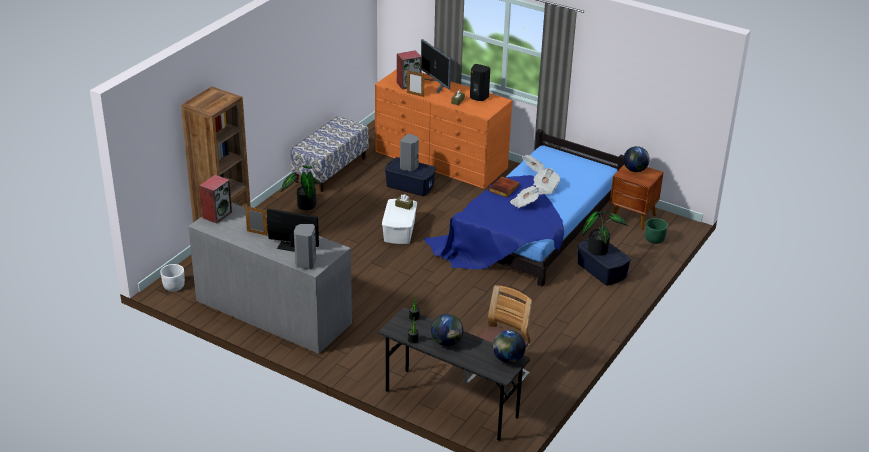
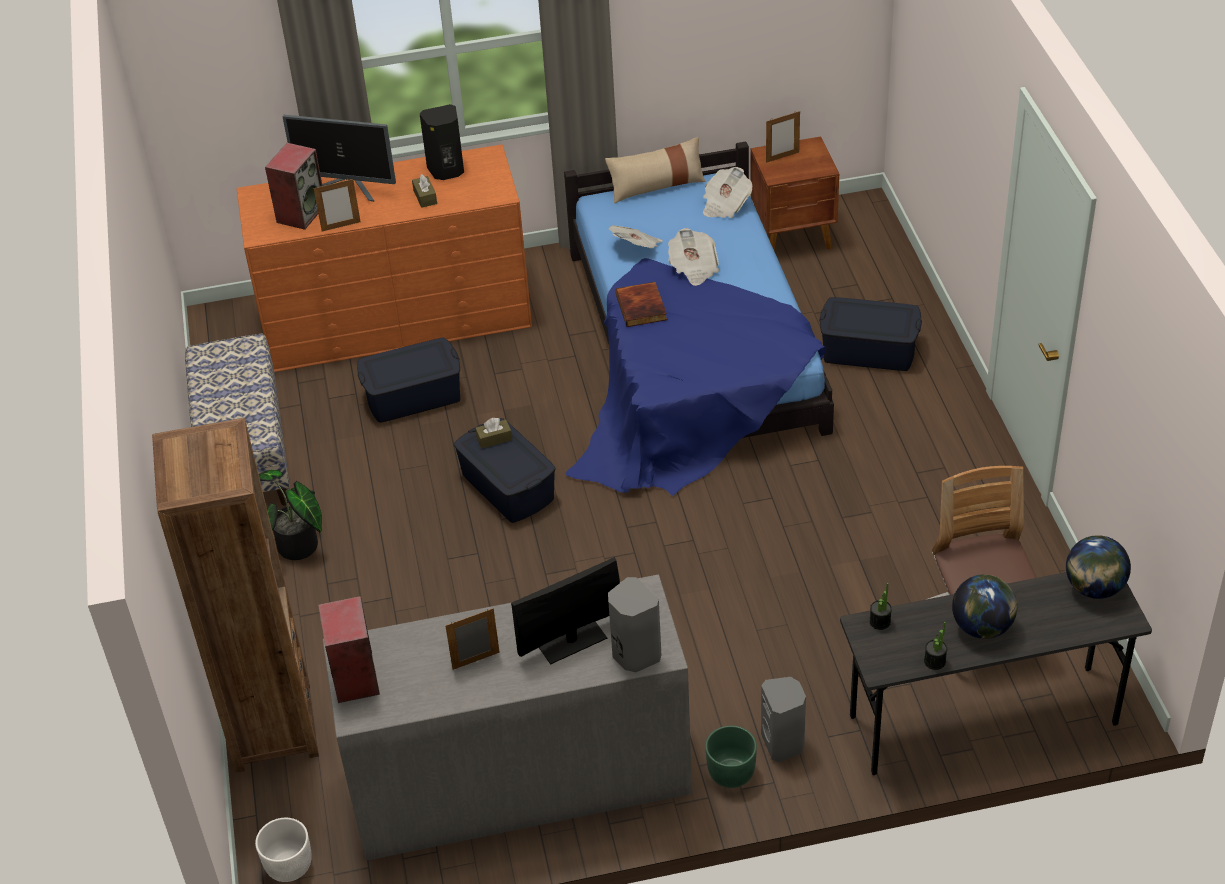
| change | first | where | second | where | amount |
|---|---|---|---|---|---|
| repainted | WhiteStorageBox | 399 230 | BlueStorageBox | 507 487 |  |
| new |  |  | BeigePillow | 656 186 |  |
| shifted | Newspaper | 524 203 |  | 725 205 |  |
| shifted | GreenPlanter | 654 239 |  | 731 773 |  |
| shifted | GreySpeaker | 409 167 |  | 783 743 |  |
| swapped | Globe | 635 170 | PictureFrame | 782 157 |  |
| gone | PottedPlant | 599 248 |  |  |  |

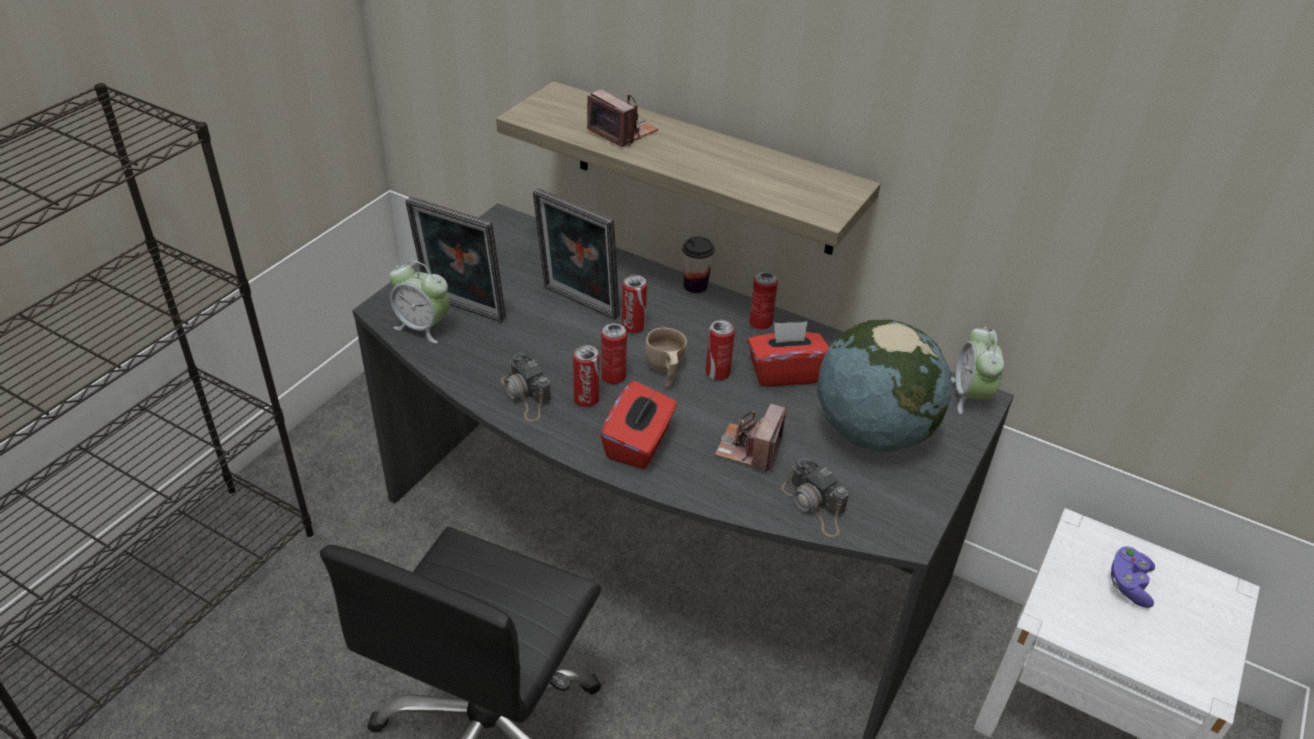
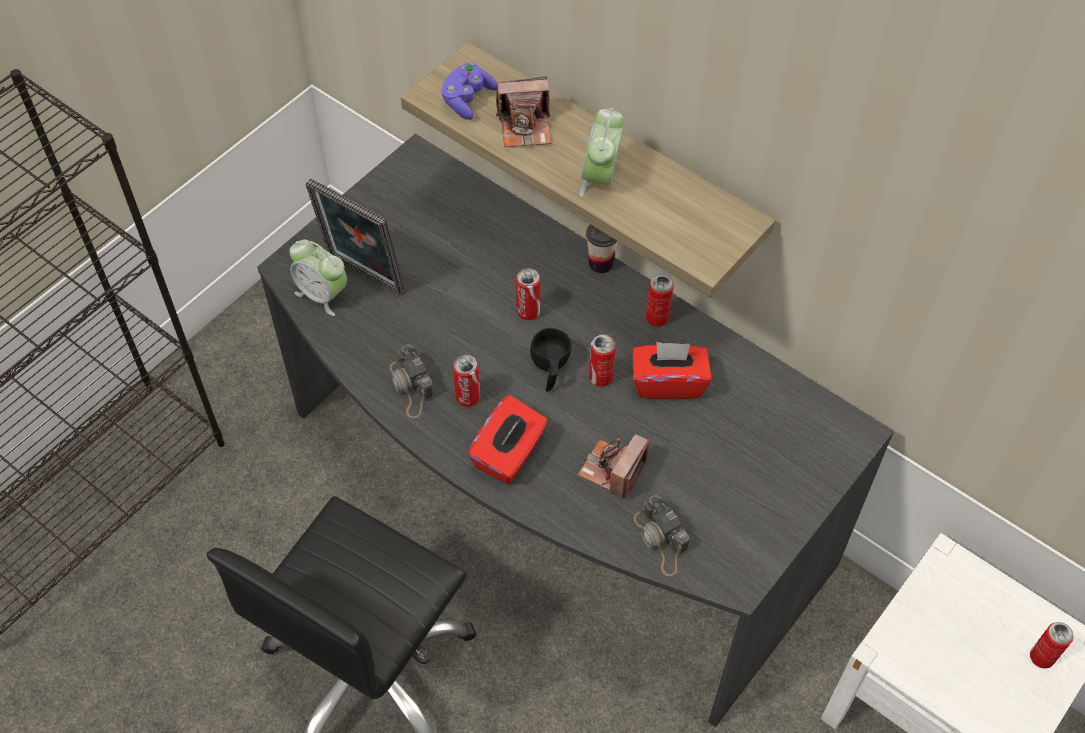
| change | first | where | second | where | amount |
|---|---|---|---|---|---|
| shifted | PurpleGameController | 1128 584 |  | 467 99 |  |
| rotated | PhotoCamera | 622 132 |  | 525 127 | 120 degrees clockwise |
| repainted | BeigeCup | 665 370 | BlackCup | 549 369 |  |
| shifted | AlarmClock | 970 396 |  | 600 178 |  |
| shifted | Can | 613 377 |  | 1041 657 |  |
| gone | PictureFrame | 577 304 |  |  |  |
| gone | Globe | 872 432 |  |  |  |

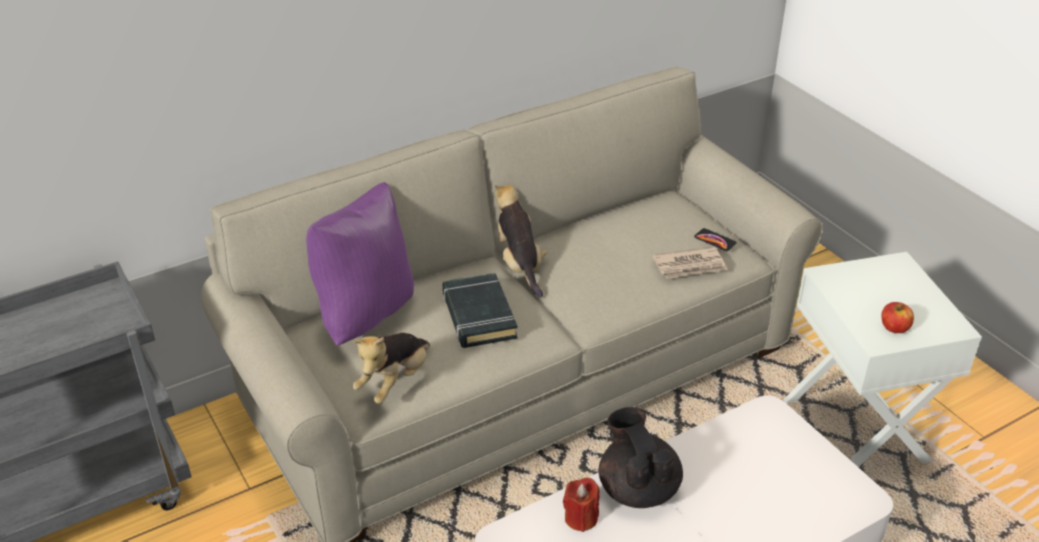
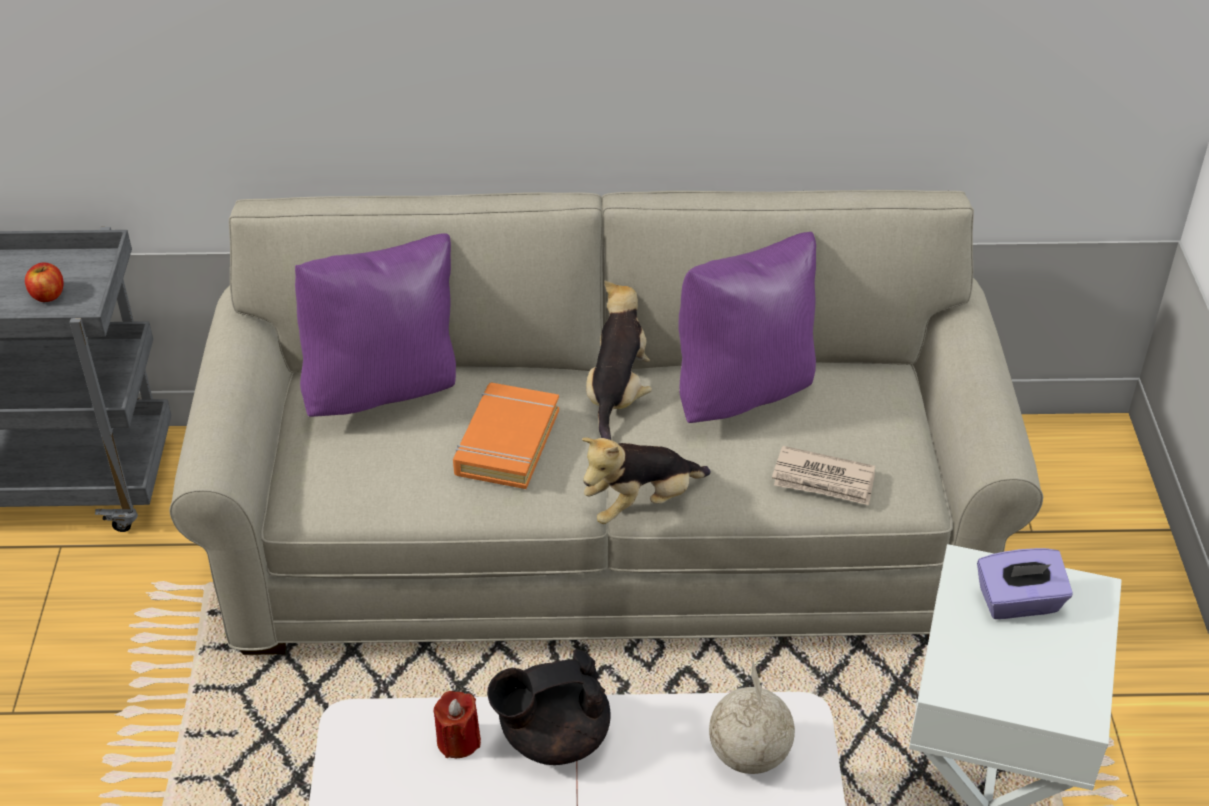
| change | first | where | second | where | amount |
|---|---|---|---|---|---|
| shifted | Apple | 894 328 |  | 48 295 |  |
| repainted | BlackBook | 478 316 | OrangeBook | 506 442 |  |
| rotated | BlackTeapot | 637 488 |  | 552 737 | 120 degrees counterclockwise |
| shifted | PlushToy | 394 382 |  | 641 503 |  |
| new |  |  | PurplePillow | 743 392 |  |
| new |  |  | Globe | 749 754 |  |
| new |  |  | PurpleTissueBox | 1019 602 |  |
| gone | Phone | 715 240 |  |  |  |

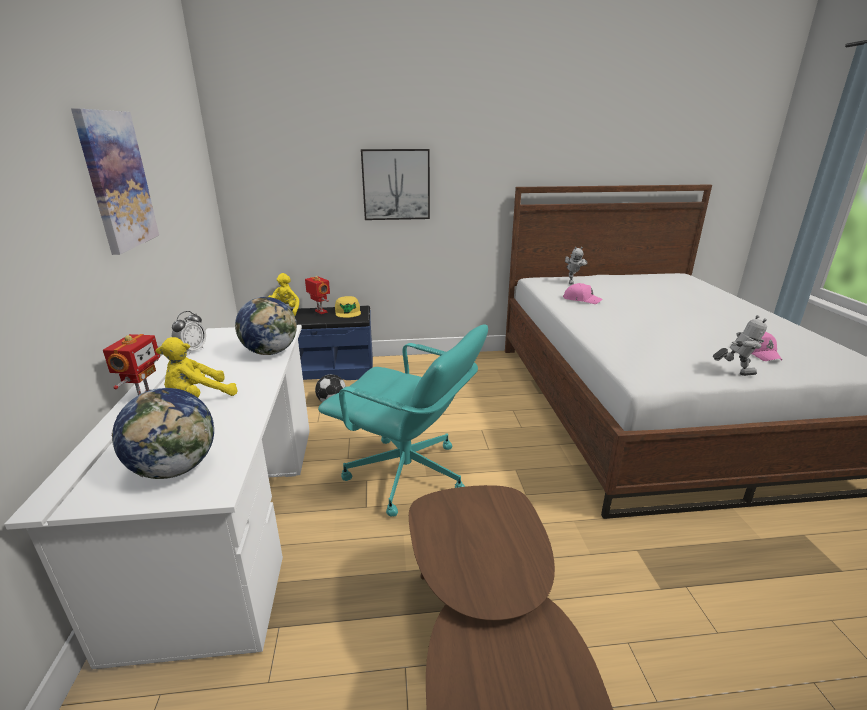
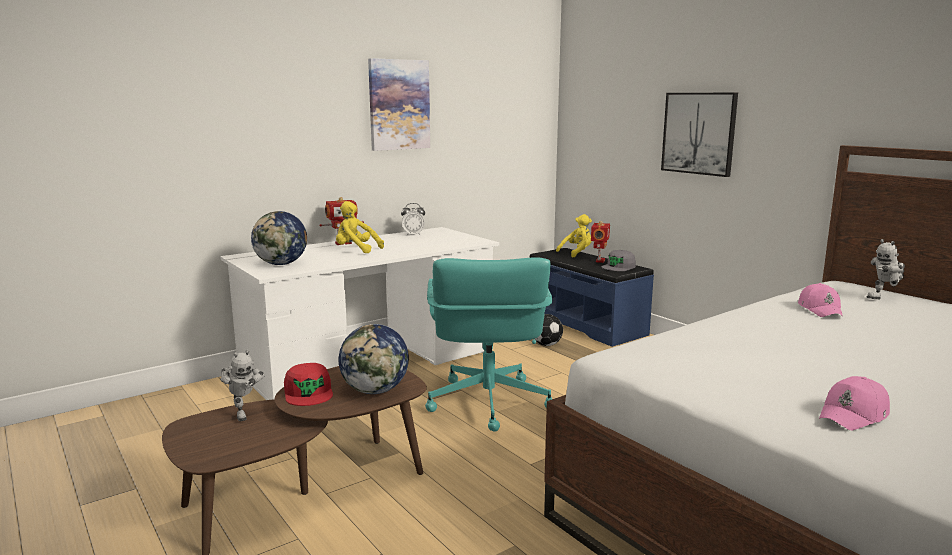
| change | first | where | second | where | amount |
|---|---|---|---|---|---|
| shifted | ToyRobot | 733 373 |  | 243 413 |  |
| new |  |  | RedCap | 309 392 |  |
| shifted | Globe | 271 352 |  | 375 391 |  |
| repainted | YellowCap | 348 312 | GreyCap | 619 267 |  |

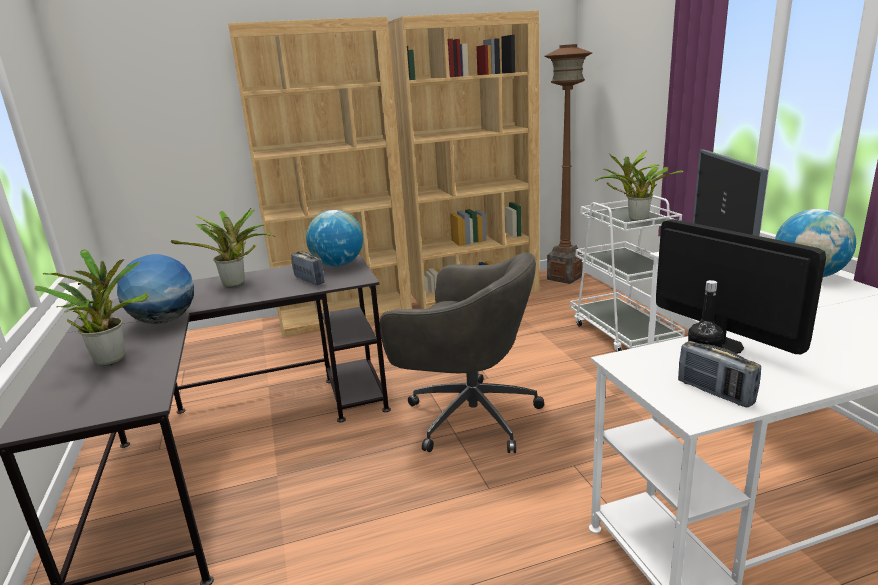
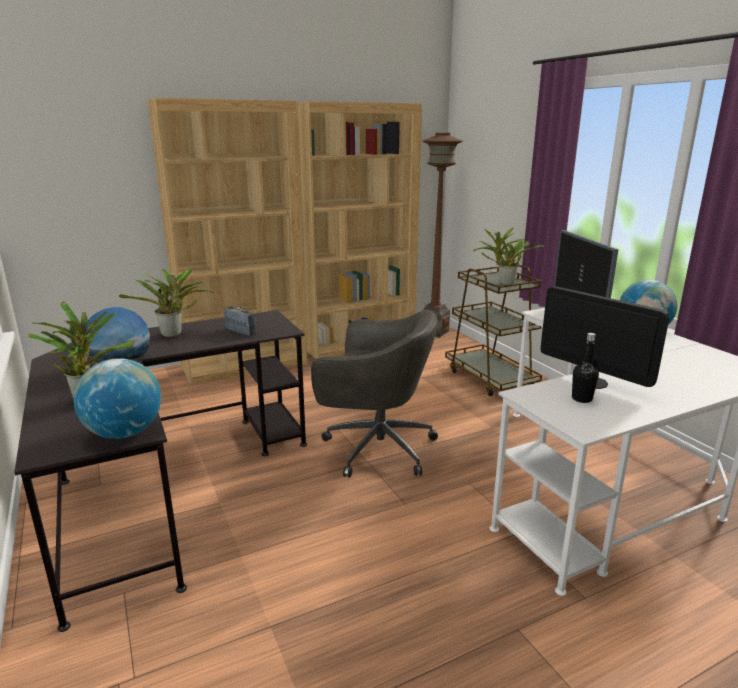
| change | first | where | second | where | amount |
|---|---|---|---|---|---|
| shifted | Globe | 338 265 |  | 124 433 |  |
| repainted | WhiteCart | 622 333 | BrownCart | 490 378 |  |
| gone | Radio | 715 392 |  |  |  |

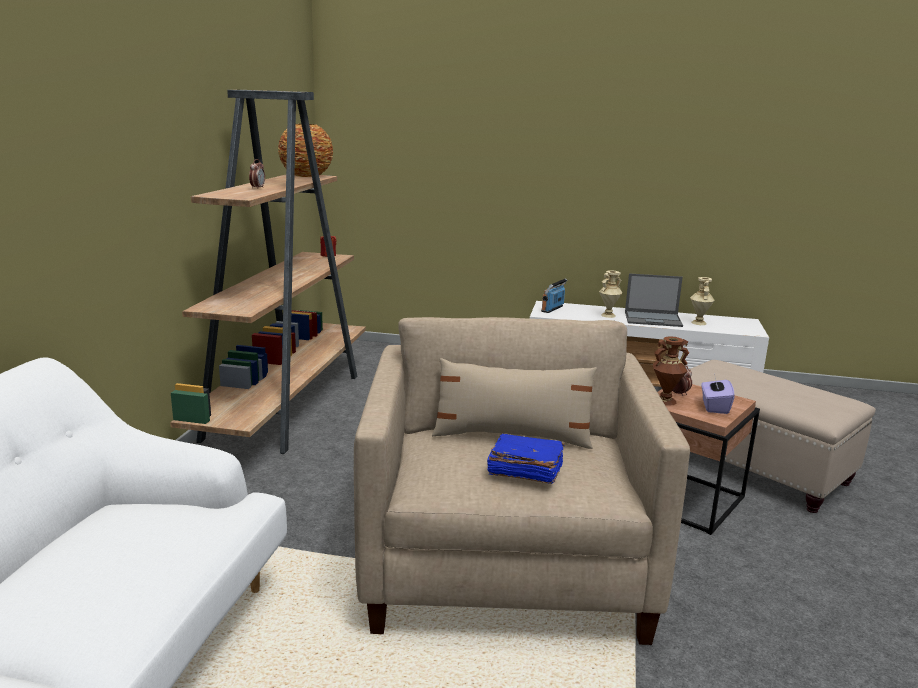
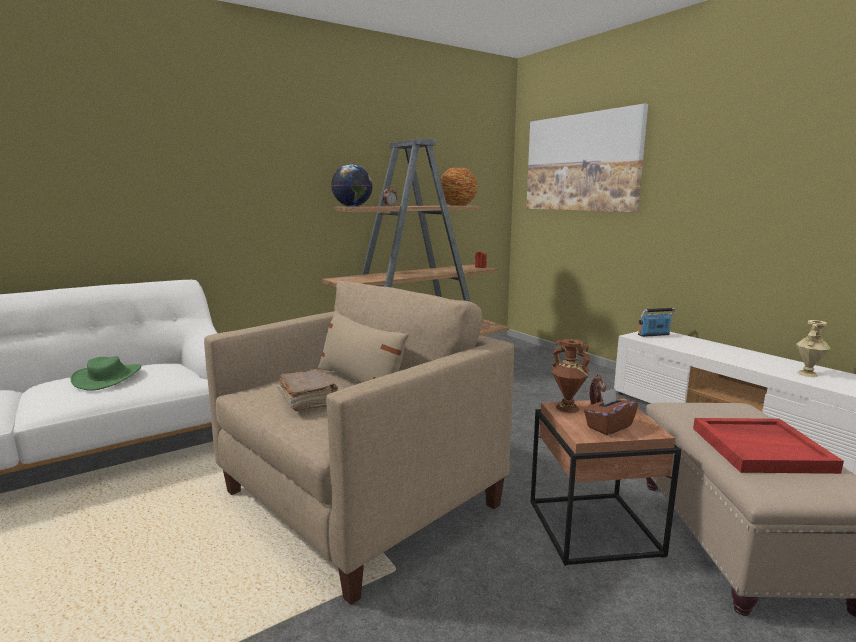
| change | first | where | second | where | amount |
|---|---|---|---|---|---|
| new |  |  | GreenHat | 108 377 |  |
| repainted | BlueBook | 524 471 | BrownBook | 308 400 |  |
| new |  |  | Globe | 352 206 |  |
| new |  |  | Picture | 581 163 |  |
| repainted | PurpleTissueBox | 714 406 | BrownTissueBox | 608 426 |  |
| new |  |  | RedTray | 761 448 |  |
| gone | BeigeVase | 608 315 |  |  |  |
| gone | Laptop | 653 319 |  |  |  |

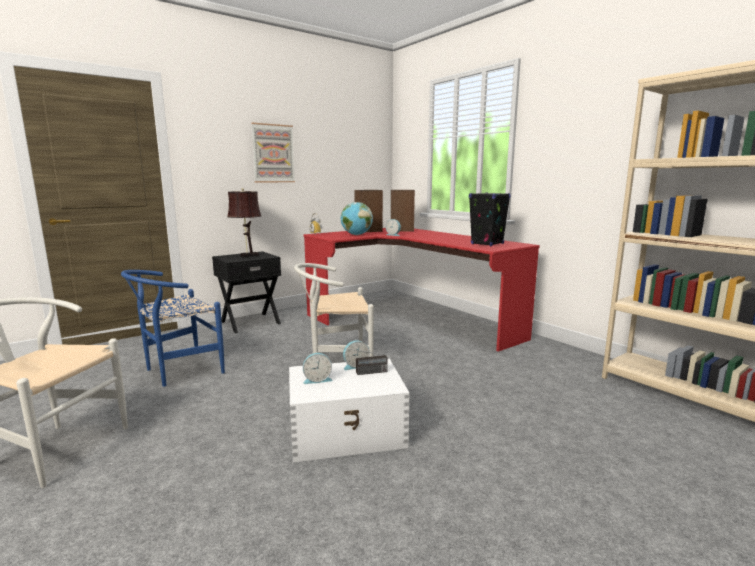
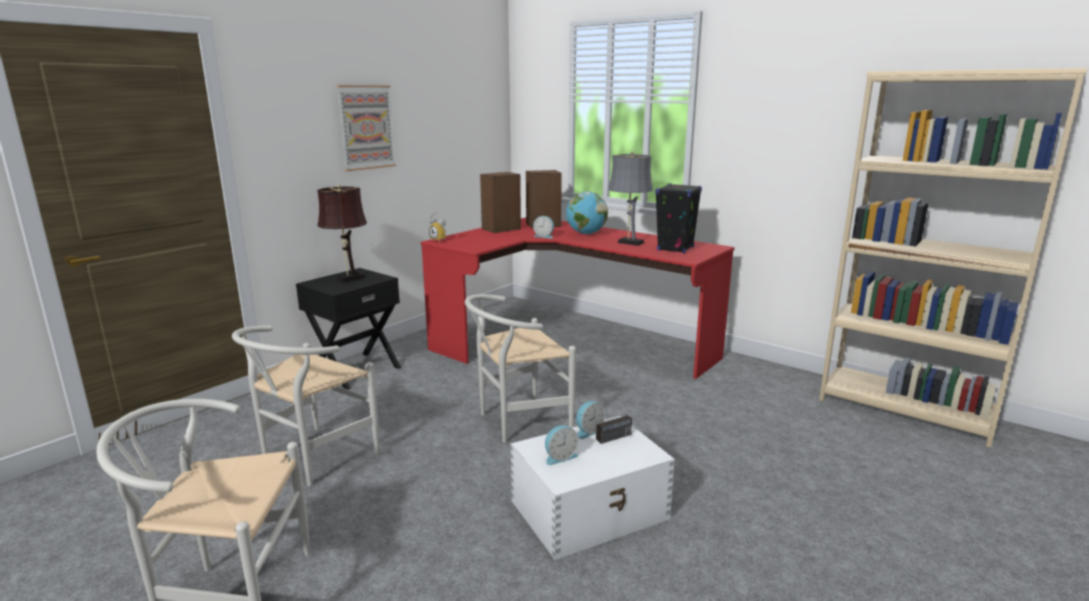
| change | first | where | second | where | amount |
|---|---|---|---|---|---|
| repainted | BlueChair | 178 371 | WhiteChair | 312 460 |  |
| shifted | Globe | 356 235 |  | 586 233 |  |
| new |  |  | GreyTableLamp | 628 242 |  |

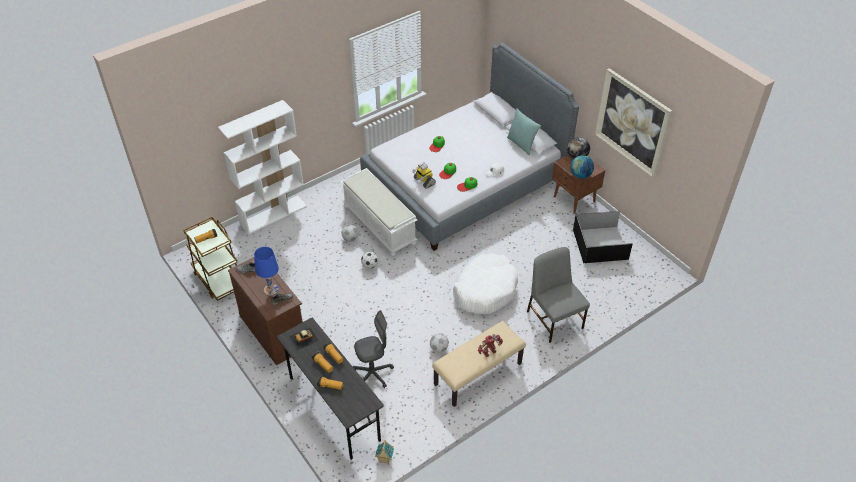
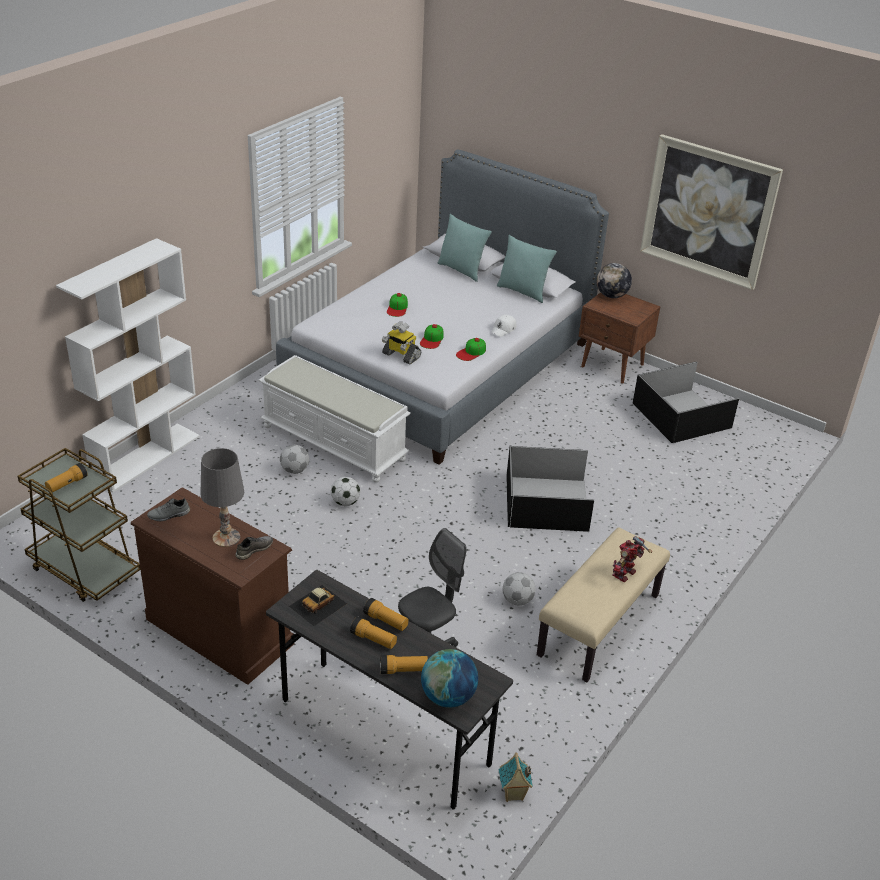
| change | first | where | second | where | amount |
|---|---|---|---|---|---|
| repainted | BlueTableLamp | 271 290 | GreyTableLamp | 226 538 |  |
| shifted | Globe | 580 175 |  | 448 697 |  |
| new |  |  | TurquoisePillow | 462 270 |  |
| swapped | WhiteDogBed | 485 290 | BlackStorageBox | 547 504 |  |
| gone | GreyChair | 554 319 |  |  |  |

